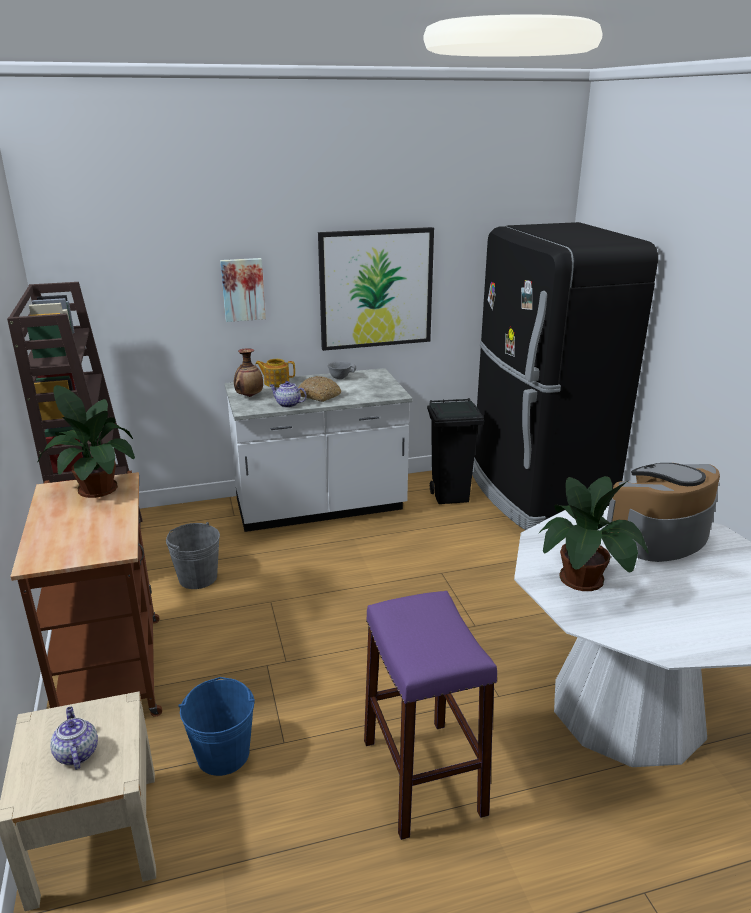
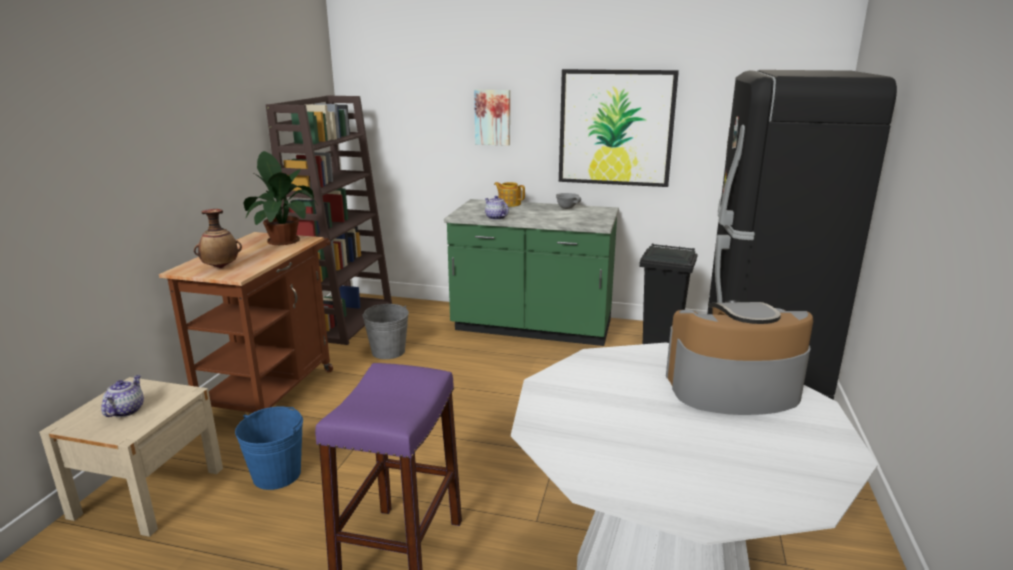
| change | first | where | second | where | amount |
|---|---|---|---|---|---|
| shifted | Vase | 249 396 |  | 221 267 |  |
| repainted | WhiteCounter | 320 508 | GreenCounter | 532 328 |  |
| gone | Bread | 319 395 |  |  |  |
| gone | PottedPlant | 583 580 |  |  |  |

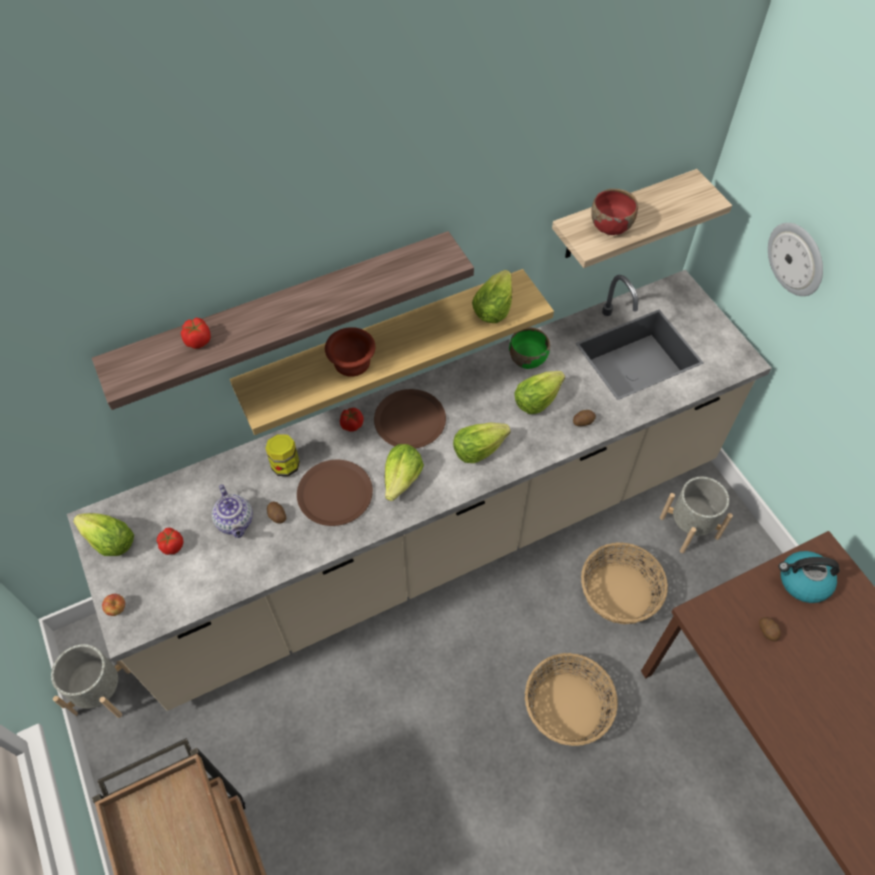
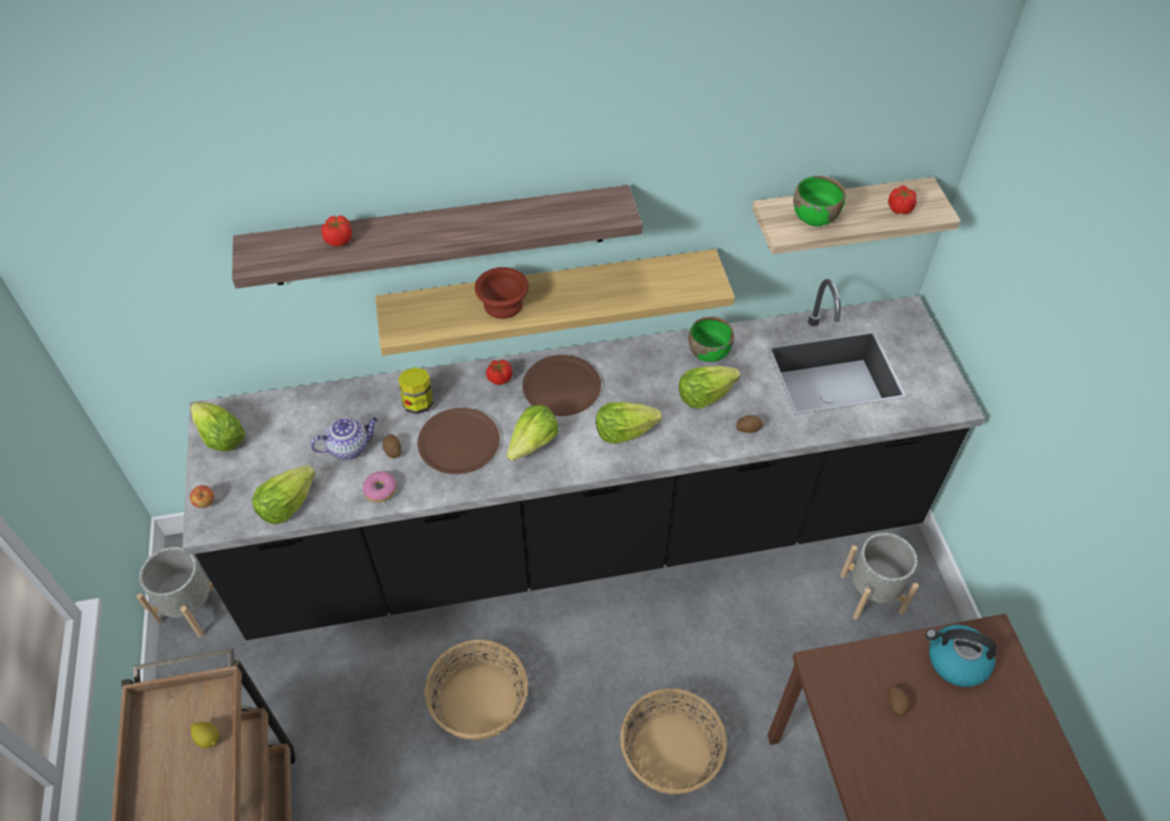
| change | first | where | second | where | amount |
|---|---|---|---|---|---|
| repainted | BeigeCounter | 438 536 | BlackCounter | 585 535 |  |
| new |  |  | Lemon | 208 738 |  |
| shifted | Lettuce | 493 309 |  | 287 505 |  |
| rotated | Teapot | 236 522 |  | 349 447 | 105 degrees counterclockwise |
| new |  |  | Donut | 380 490 |  |
| shifted | Basket | 619 592 |  | 479 700 |  |
| repainted | RedBowl | 610 226 | GreenBowl | 815 217 |  |
| shifted | Tomato | 172 545 |  | 899 208 |  |
| gone | WallClock | 796 258 |  |  |  |

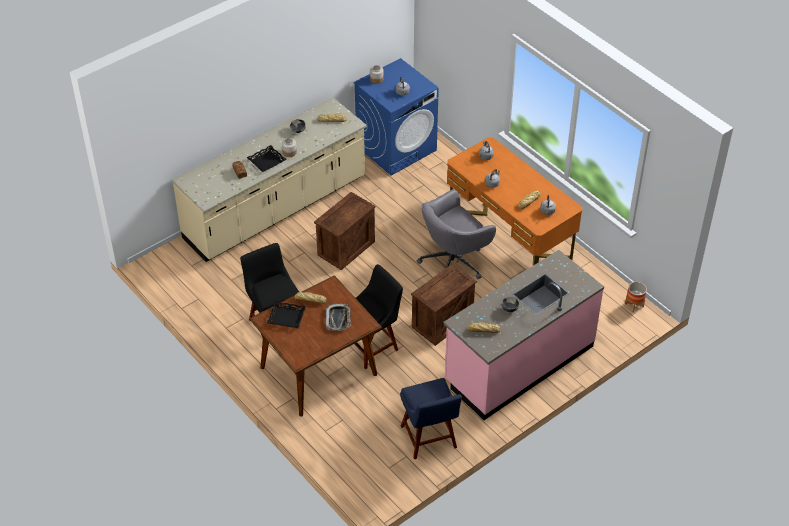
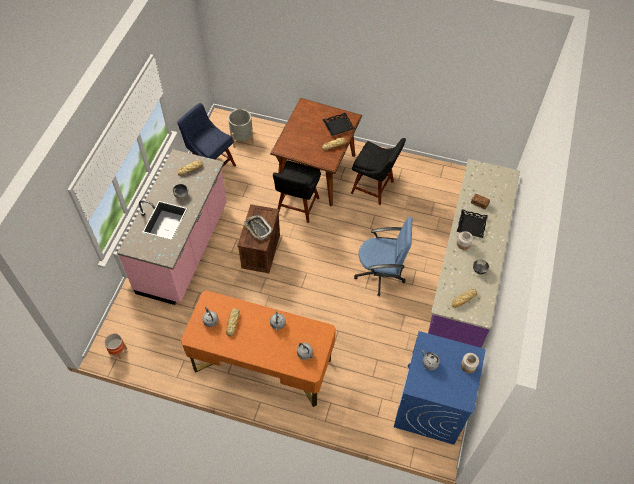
| change | first | where | second | where | amount |
|---|---|---|---|---|---|
| new |  |  | GreyPlanter | 242 138 |  |
| shifted | Tray | 338 319 |  | 258 228 |  |
| swapped | Crate | 346 248 | BlueOfficeChair | 380 274 |  |
| repainted | BeigeCounter | 276 209 | PurpleCounter | 464 277 |  |
| gone | GreyOfficeChair | 453 262 |  |  |  |

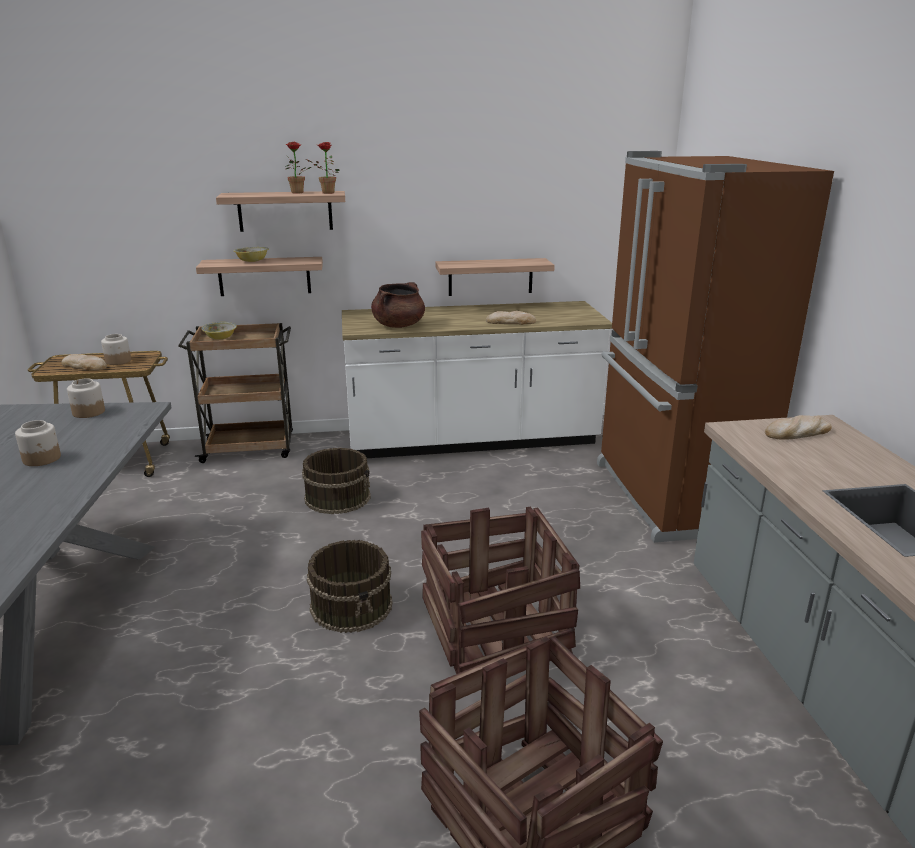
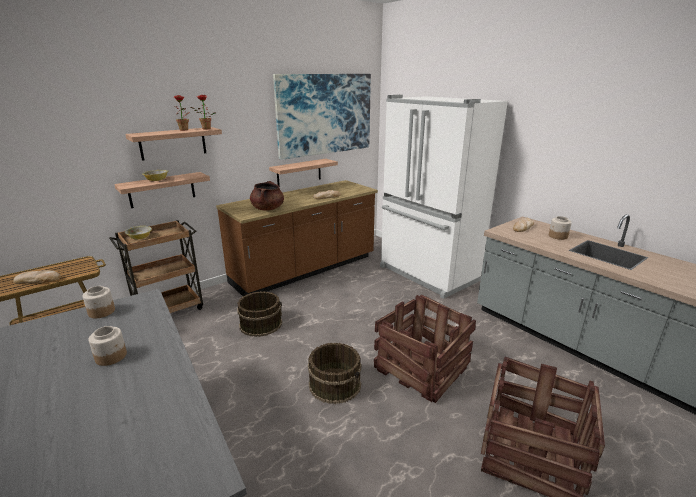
| change | first | where | second | where | amount |
|---|---|---|---|---|---|
| repainted | WhiteCounter | 472 441 | BrownCounter | 305 270 |  |
| new |  |  | Picture | 325 114 |  |
| repainted | BrownFridge | 670 497 | WhiteFridge | 427 274 |  |
| shifted | Jar | 118 361 |  | 558 236 |  |

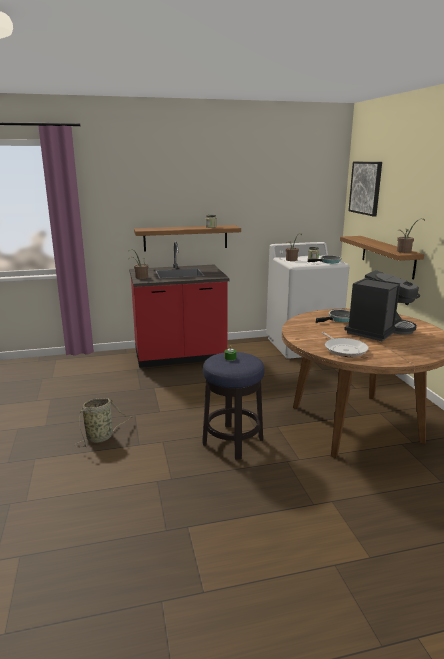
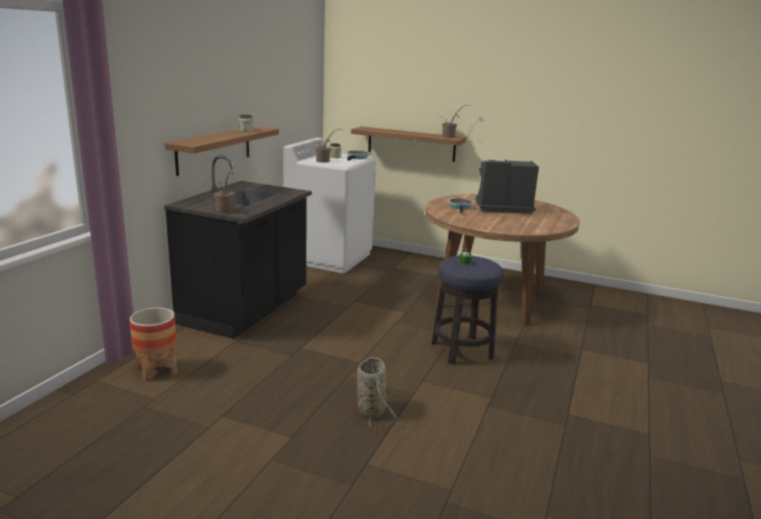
| change | first | where | second | where | amount |
|---|---|---|---|---|---|
| new |  |  | Planter | 157 370 |  |
| repainted | RedCounter | 179 356 | BlackCounter | 246 310 |  |
| rotated | CoffeeMachine | 378 330 |  | 501 208 | 75 degrees counterclockwise |
| gone | FryingPan | 344 349 |  |  |  |
| gone | Picture | 365 188 |  |  |  |

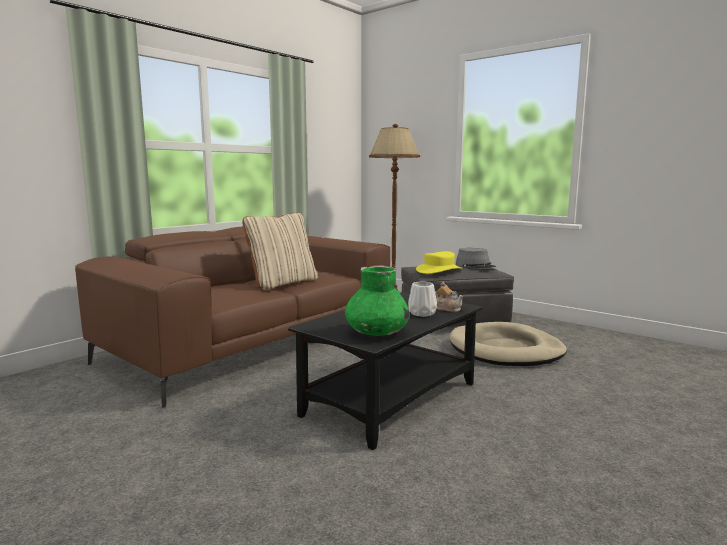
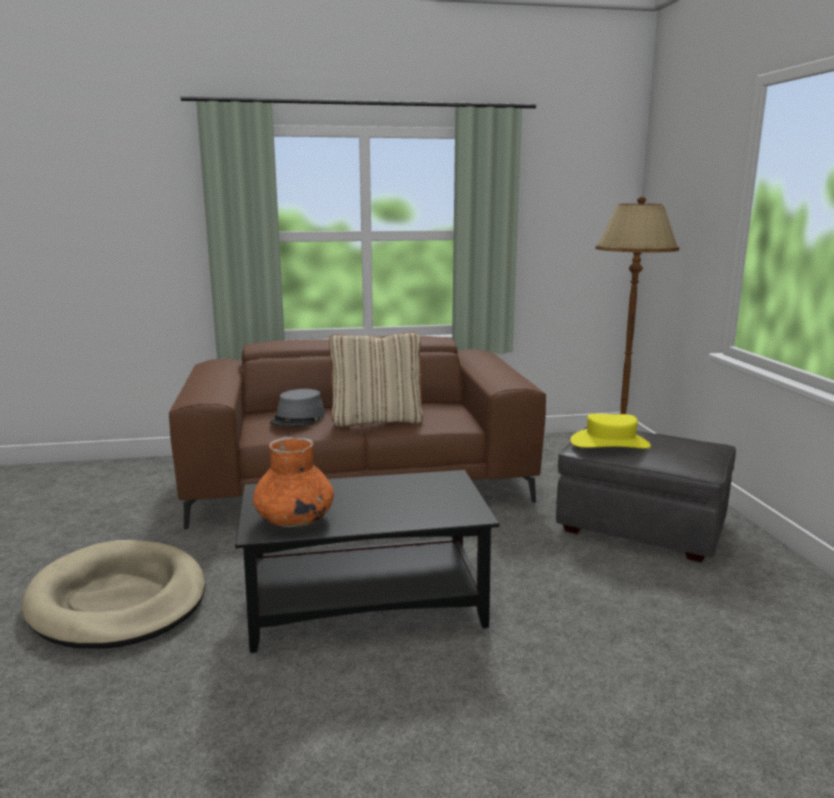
| change | first | where | second | where | amount |
|---|---|---|---|---|---|
| shifted | BeigeDogBed | 506 350 |  | 118 600 |  |
| repainted | GreenVase | 376 332 | OrangeVase | 294 519 |  |
| shifted | GreyHat | 475 266 |  | 298 419 |  |
| gone | WhiteVase | 422 313 |  |  |  |
| gone | Teapot | 447 308 |  |  |  |

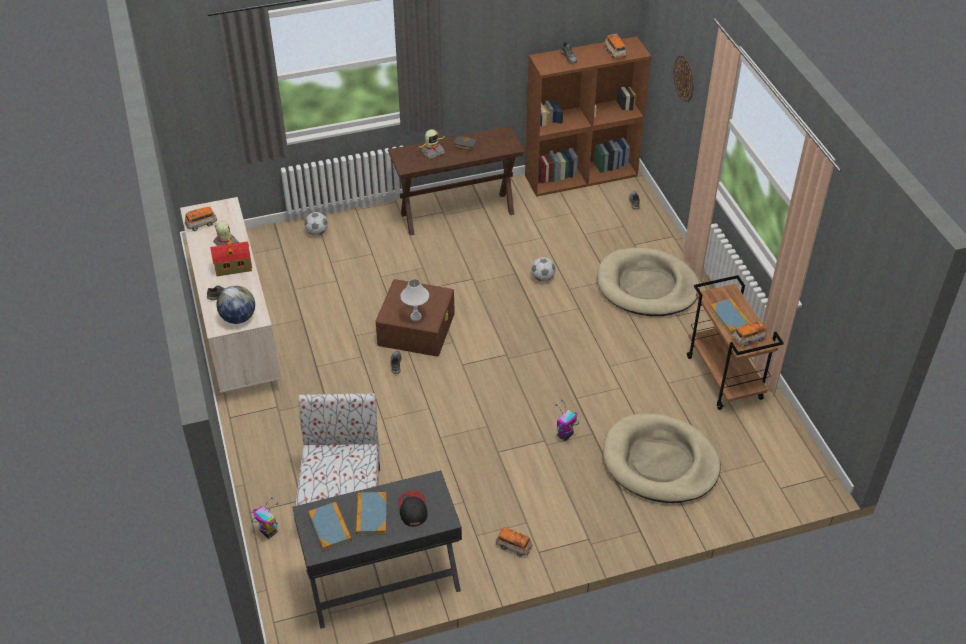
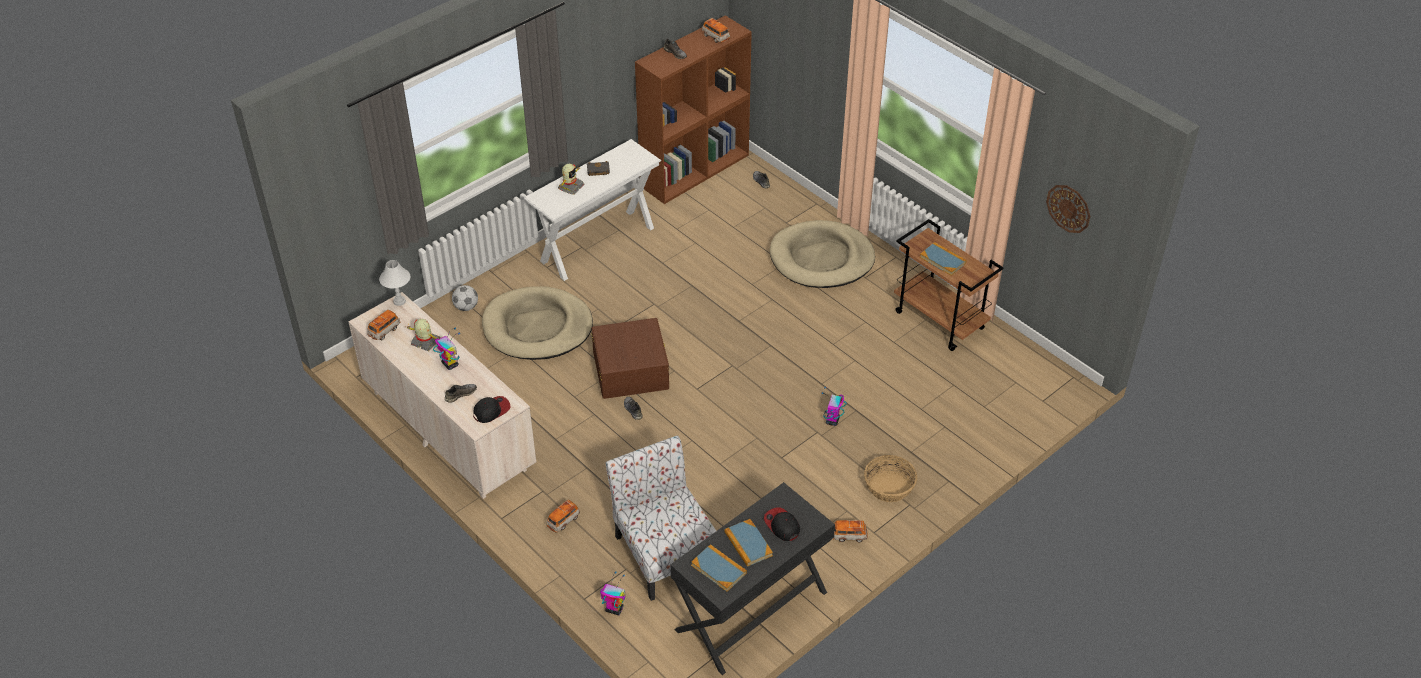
| change | first | where | second | where | amount |
|---|---|---|---|---|---|
| shifted | WhiteTableLamp | 416 317 |  | 399 301 |  |
| swapped | ToyHouse | 232 268 | ToyRobot | 449 364 |  |
| swapped | Globe | 238 318 | Cap | 491 410 |  |
| shifted | BeigeDogBed | 660 462 |  | 537 327 |  |
| repainted | BrownConsoleTable | 457 213 | WhiteConsoleTable | 598 244 |  |
| shifted | ToyCar | 748 339 |  | 563 521 |  |
| new |  |  | Basket | 889 487 |  |
| shifted | WallClock | 684 78 |  | 1068 208 |  |
| gone | Football | 542 278 |  |  |  |

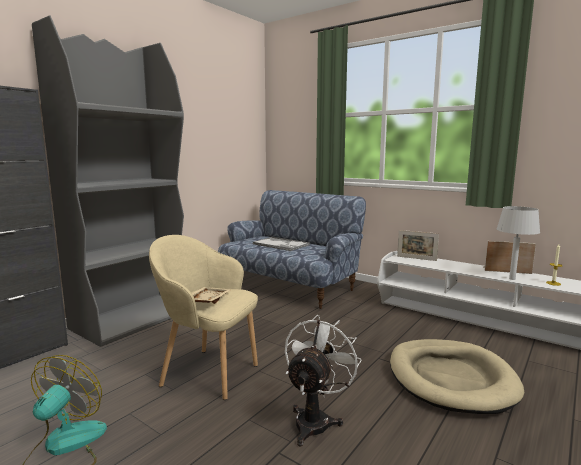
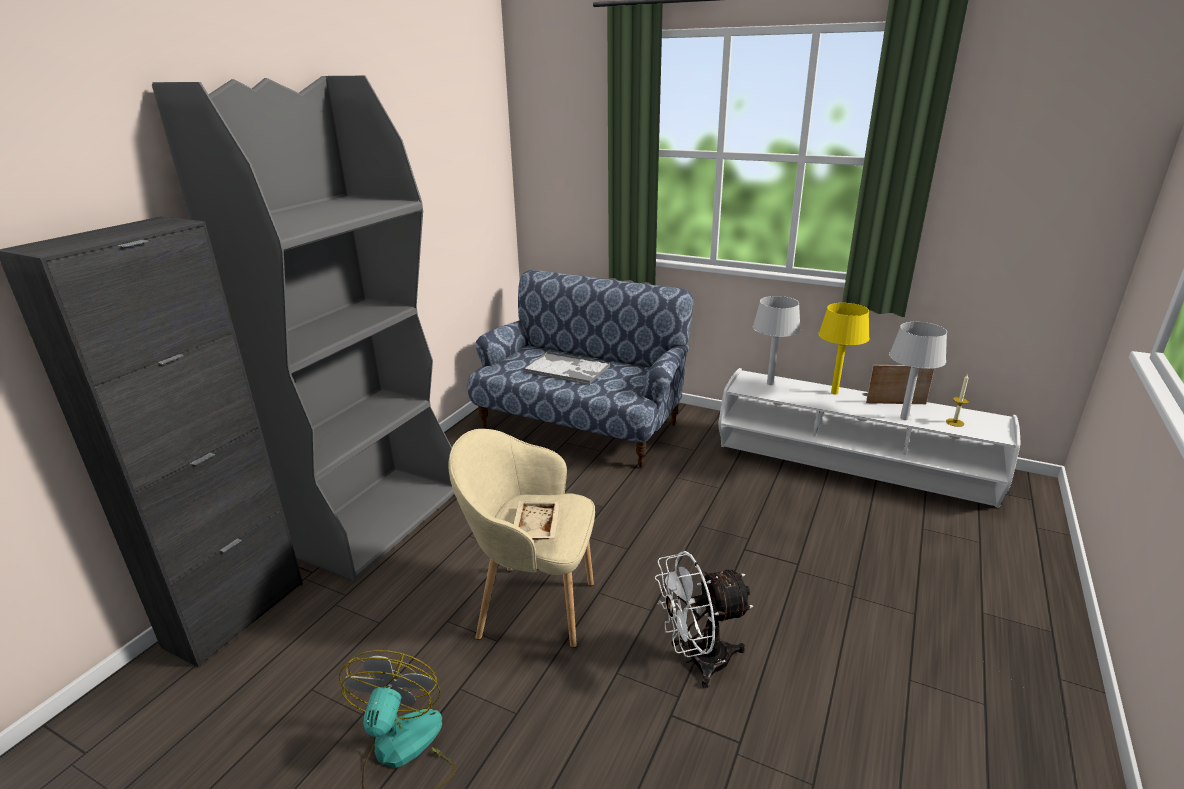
| change | first | where | second | where | amount |
|---|---|---|---|---|---|
| rotated | WhiteFan | 316 420 |  | 698 660 | 120 degrees counterclockwise |
| swapped | PictureFrame | 416 258 | GreyTableLamp | 770 383 |  |
| new |  |  | YellowTableLamp | 834 393 |  |
| gone | BeigeDogBed | 450 378 |  |  |  |

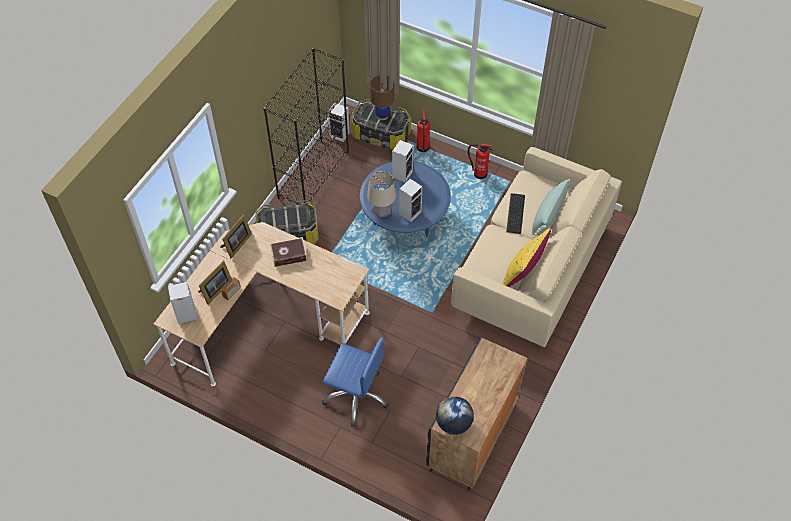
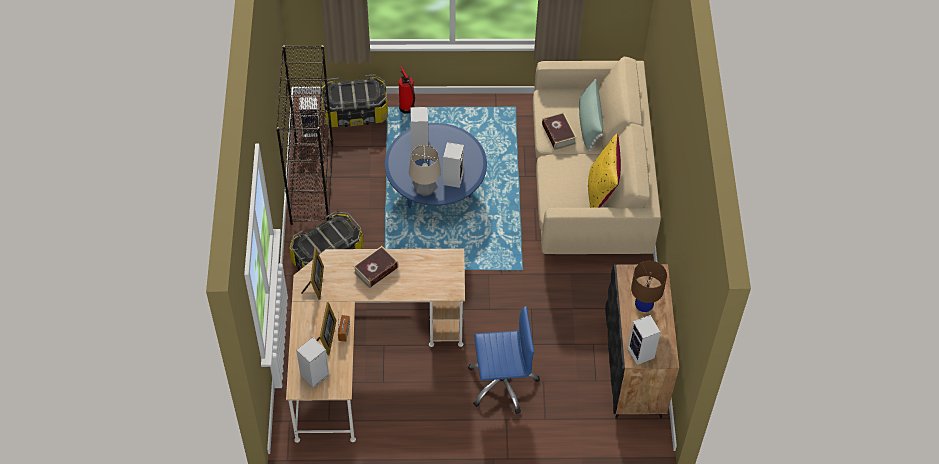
| change | first | where | second | where | amount |
|---|---|---|---|---|---|
| swapped | Keyboard | 516 213 | Book | 558 134 |  |
| swapped | Globe | 453 423 | Speaker | 641 354 |  |
| shifted | BrownTableLamp | 382 115 |  | 643 307 |  |
| gone | FireExtinguisher | 479 173 |  |  |  |

